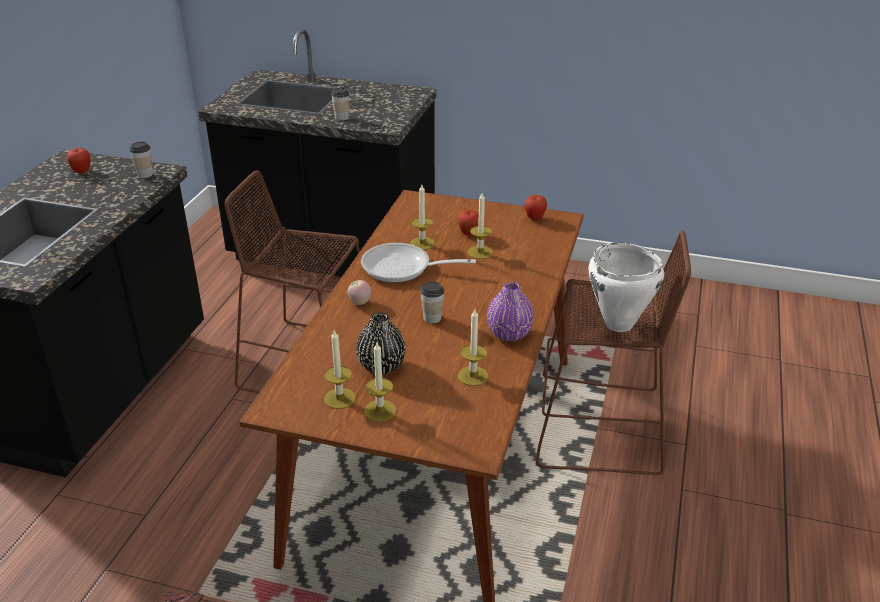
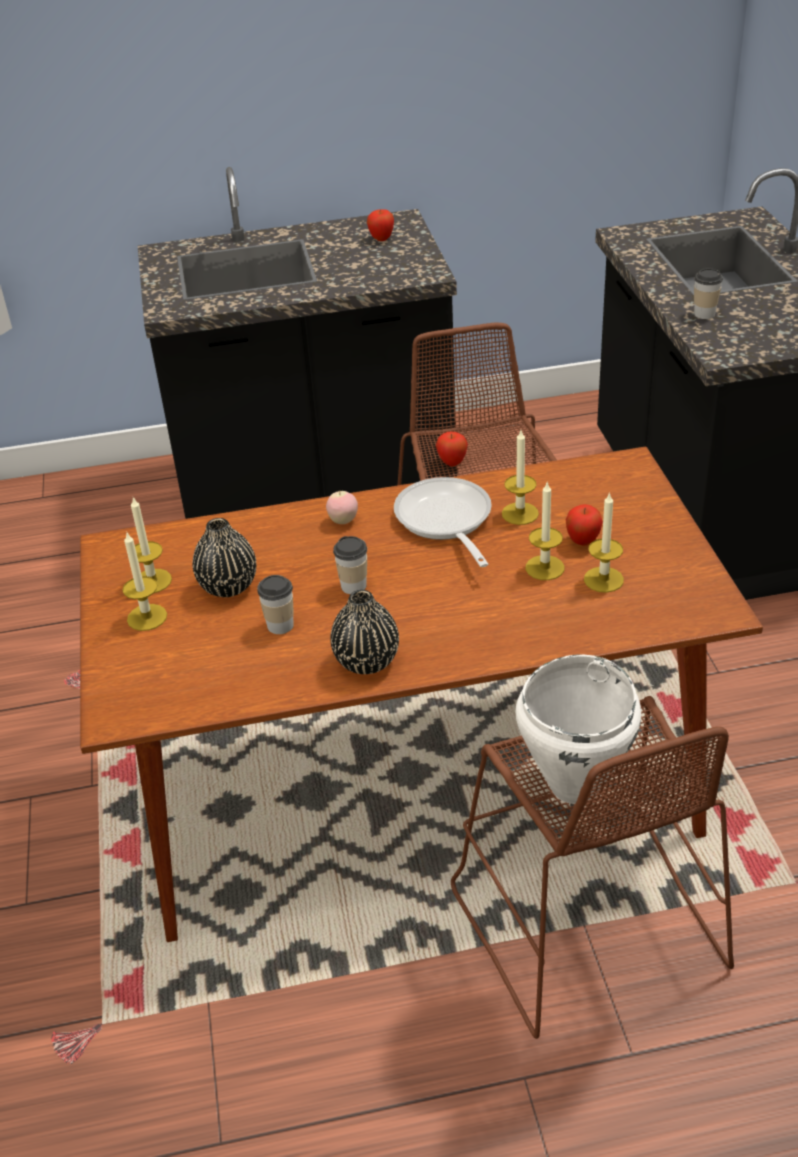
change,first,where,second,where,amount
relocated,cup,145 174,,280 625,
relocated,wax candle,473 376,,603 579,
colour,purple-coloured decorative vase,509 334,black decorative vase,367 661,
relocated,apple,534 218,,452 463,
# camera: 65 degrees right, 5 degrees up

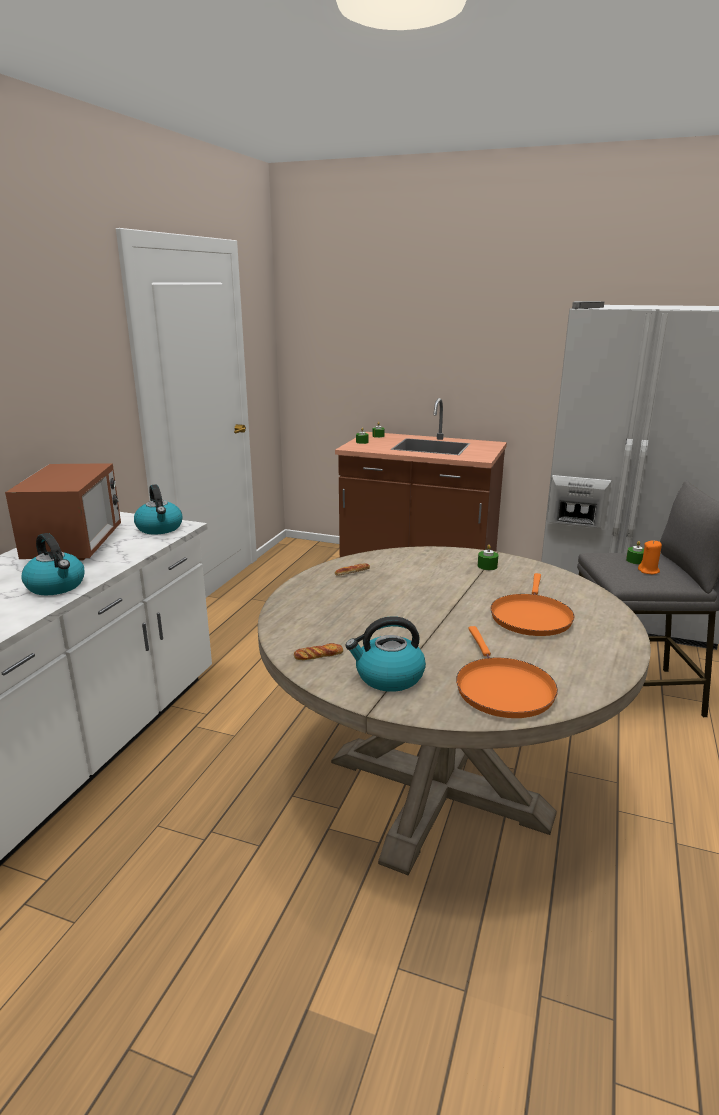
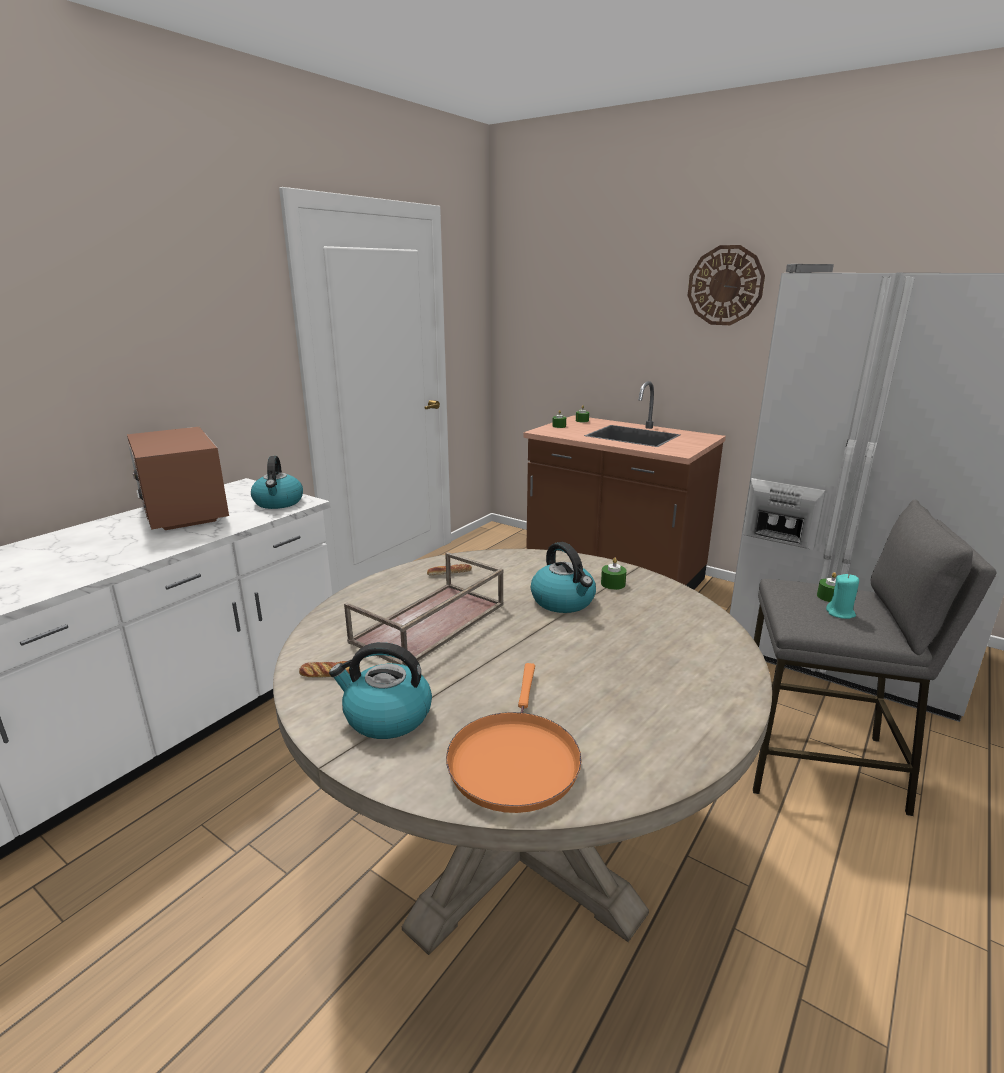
change,first,where,second,where,amount
spun,kitchen microwave,75 546,,184 513,135 degrees clockwise
relocated,kettle,56 586,,563 601,
missing,orangey pan,530 617,,,
colour,orangey wax candle,648 571,turquoise-coloured wax candle,840 613,
appeared,,,brownish tray,430 624,
appeared,,,wall clock,725 285,
# camera: 15 degrees right, 0 degrees up

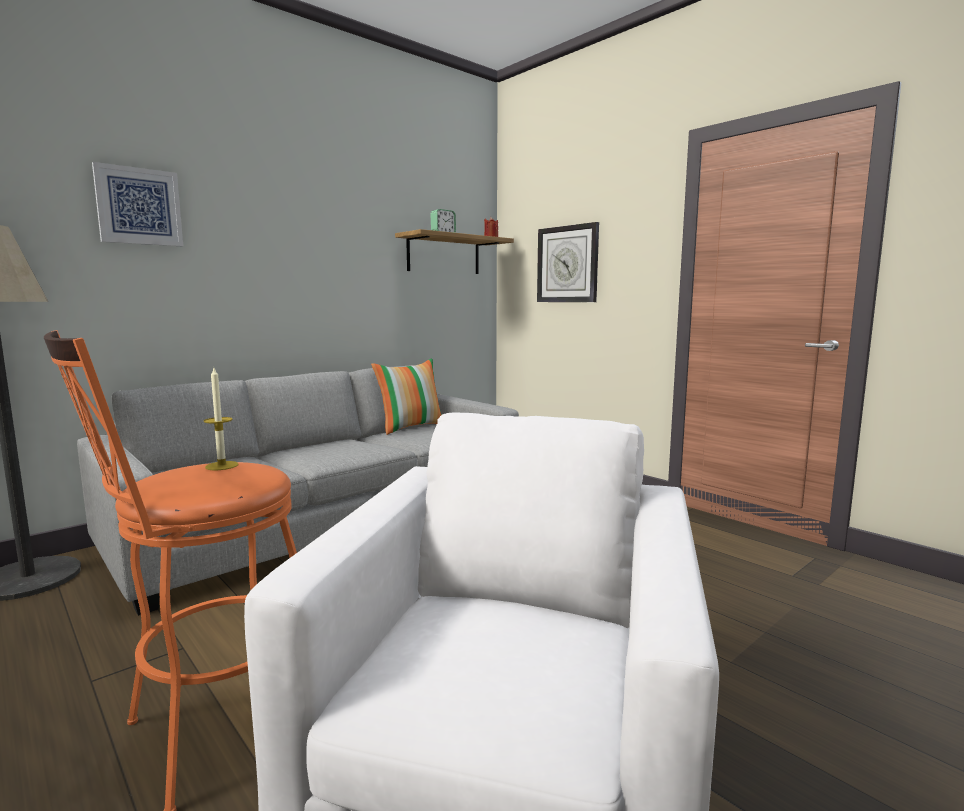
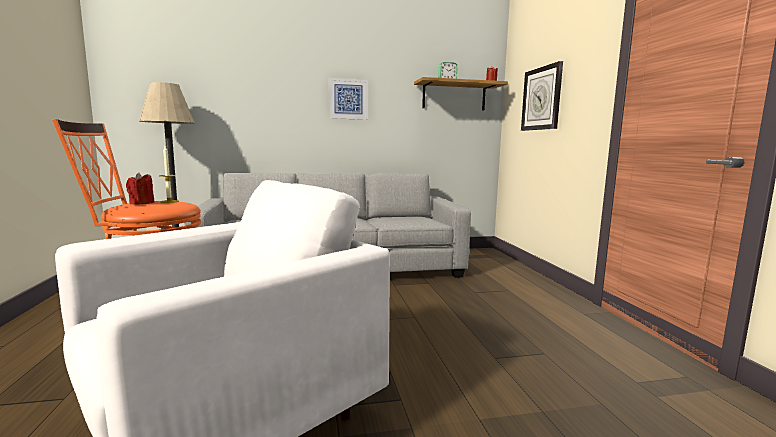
change,first,where,second,where,amount
relocated,wall picture,139 206,,348 99,
missing,cushion,411 427,,,
appeared,,,red wax candle,141 203,
# camera: 30 degrees right, 0 degrees up

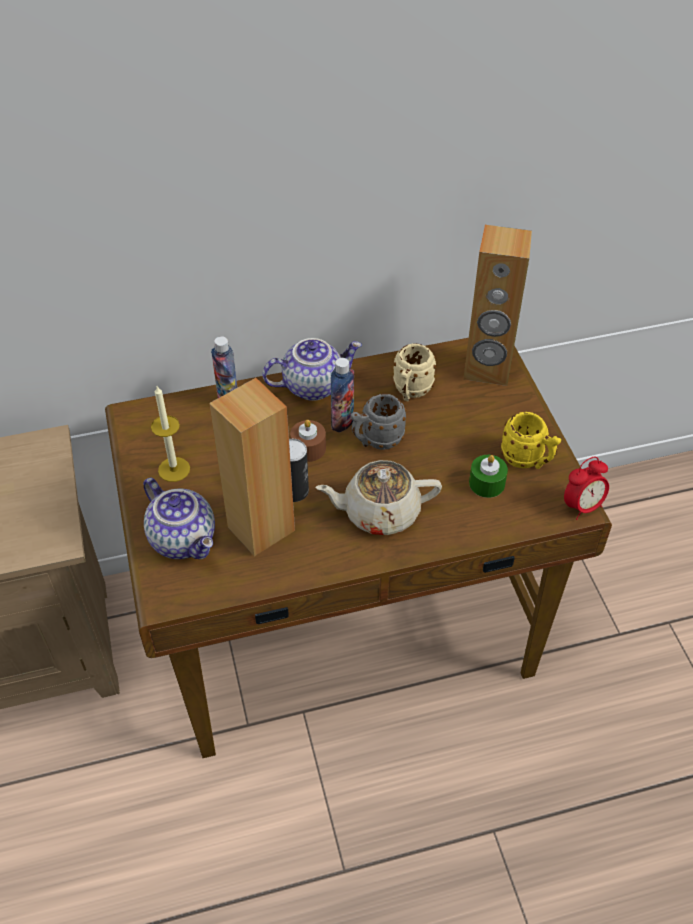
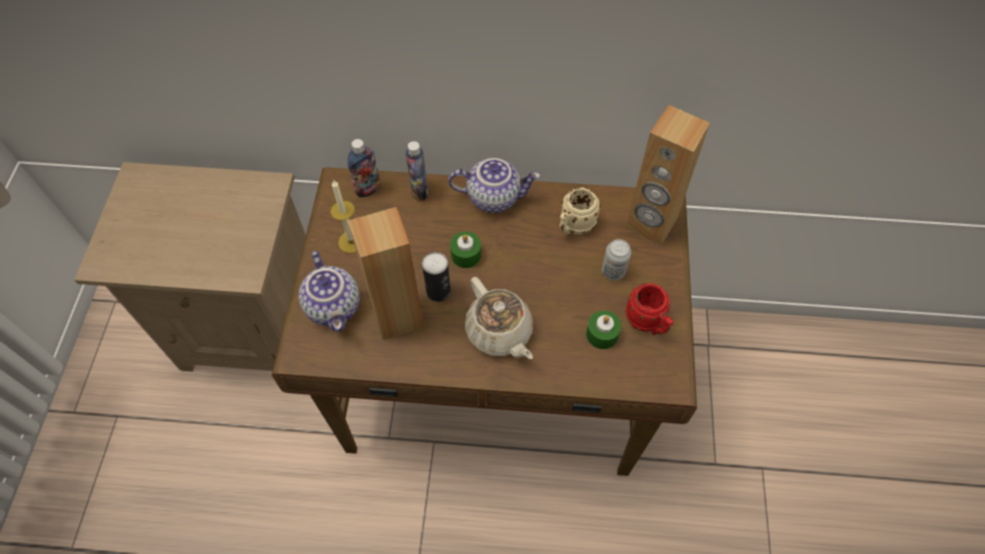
change,first,where,second,where,amount
colour,brownish wax candle,308 448,green-coloured wax candle,466 255,
spun,beige-coloured teapot,379 512,,500 332,135 degrees counterclockwise
relocated,bottle,342 421,,368 189,
missing,grey coffee mug,376 440,,,
colour,yellow-coloured coffee mug,527 460,red coffee mug,647 323,
missing,bedside clock,582 506,,,
appeared,,,can,613 271,
# camera: 20 degrees right, 10 degrees up

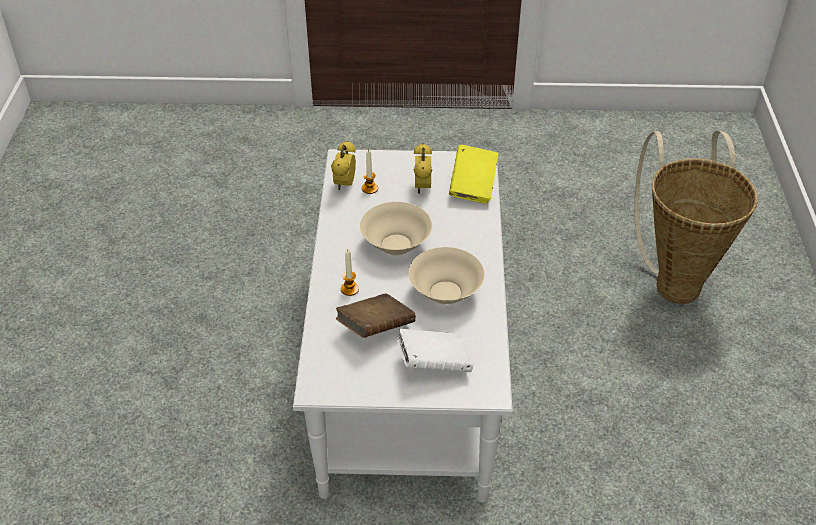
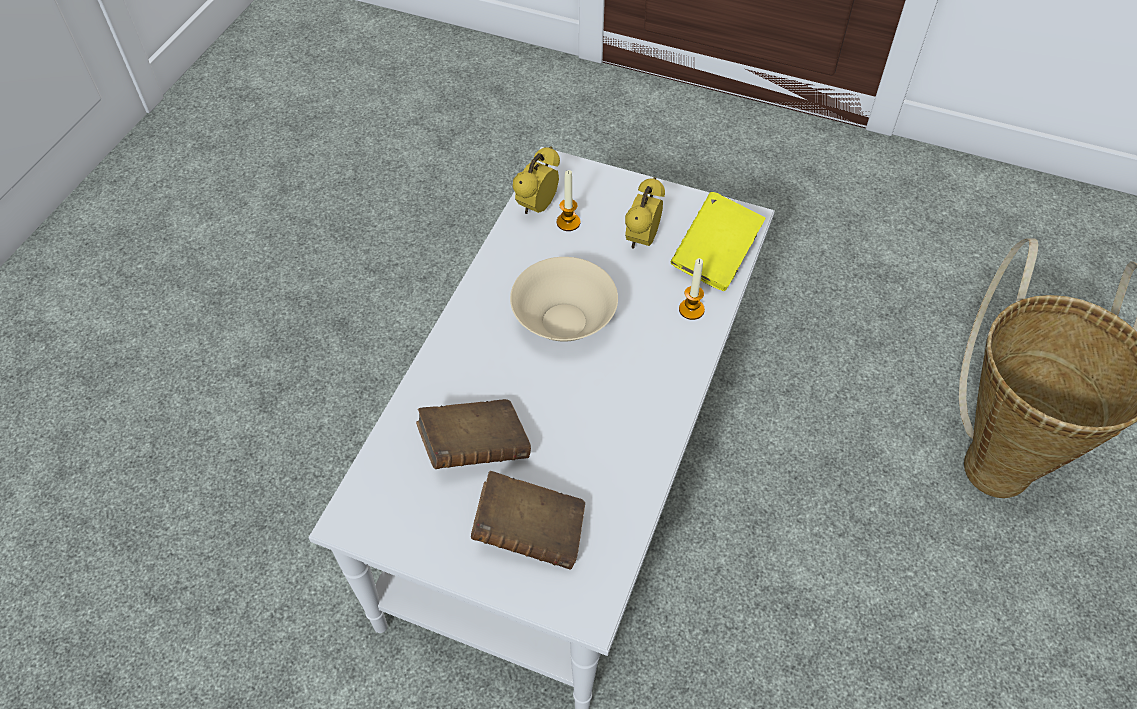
change,first,where,second,where,amount
relocated,wax candle,349 289,,691 309,
colour,white book,434 363,brownish book,530 533,
missing,beige-coloured deep dish,446 292,,,
# camera: 20 degrees right, 10 degrees up

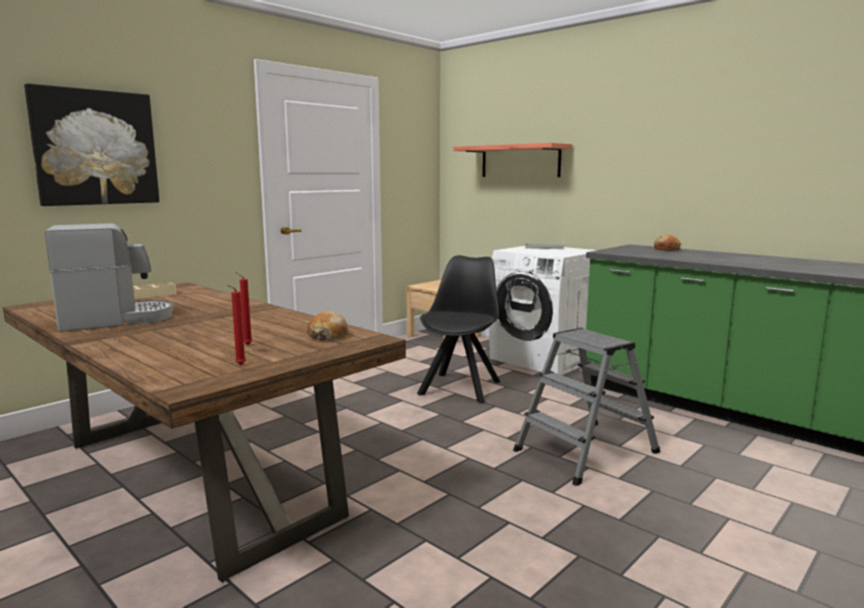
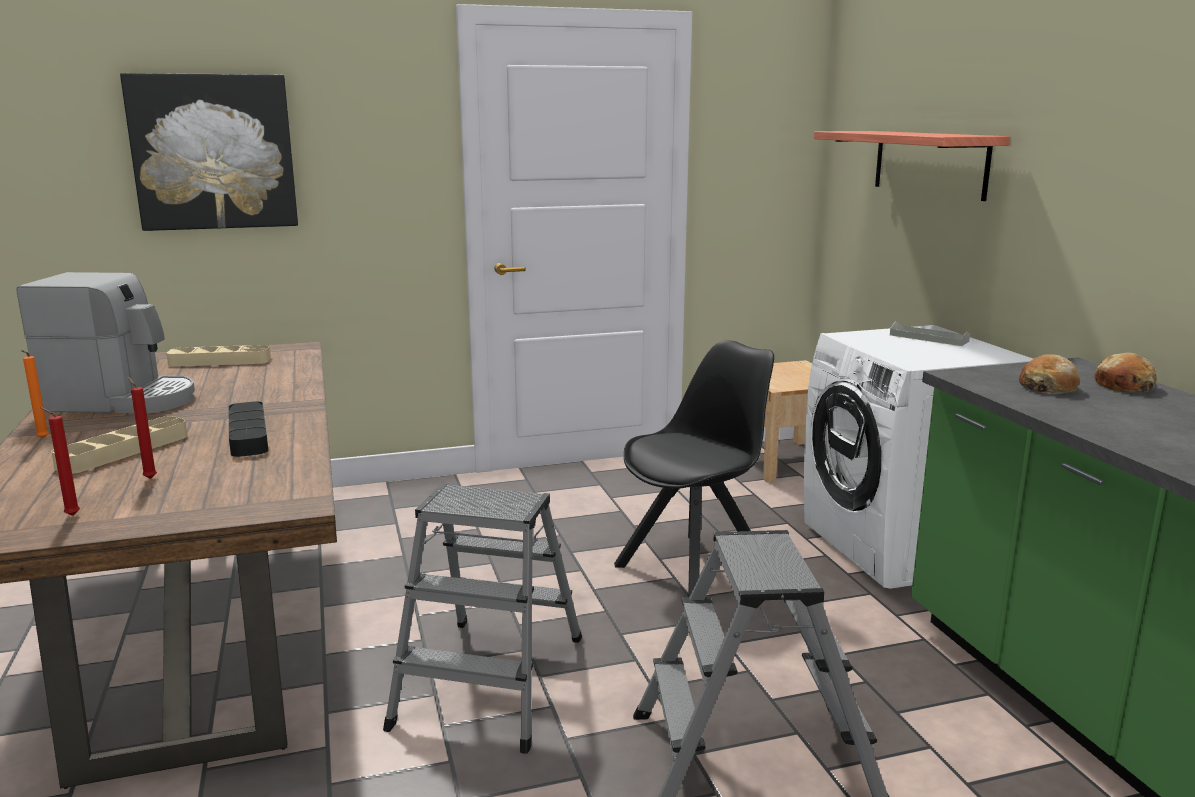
change,first,where,second,where,amount
relocated,bread,328 335,,1048 387,
appeared,,,orangey wax candle,42 439,
appeared,,,beige-coloured tray,124 451,
appeared,,,black tray,248 435,
appeared,,,grey step ladder,491 679,
# camera: 30 degrees right, 5 degrees up

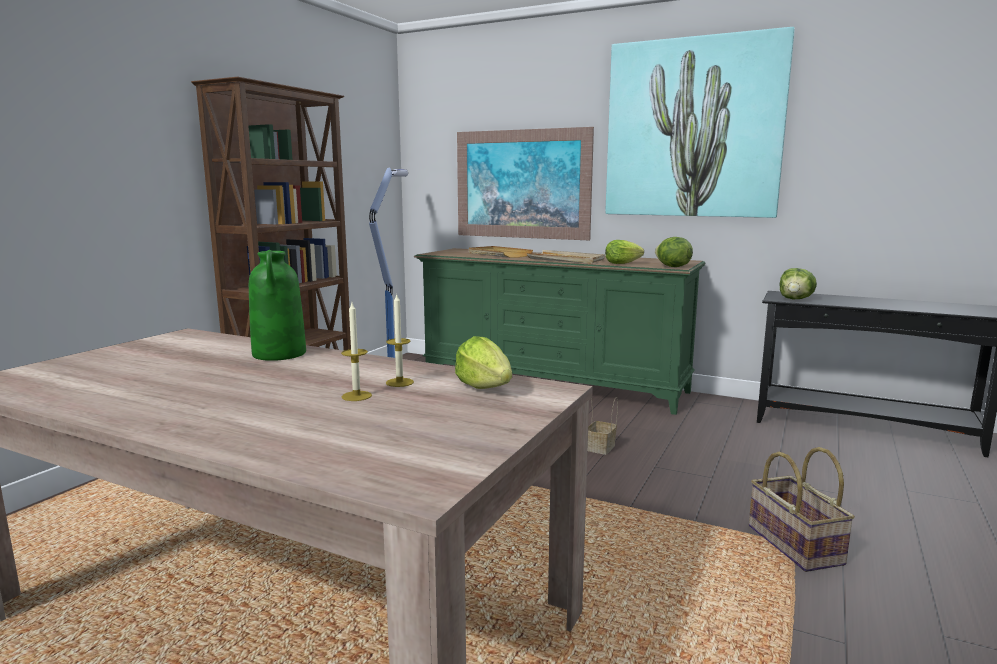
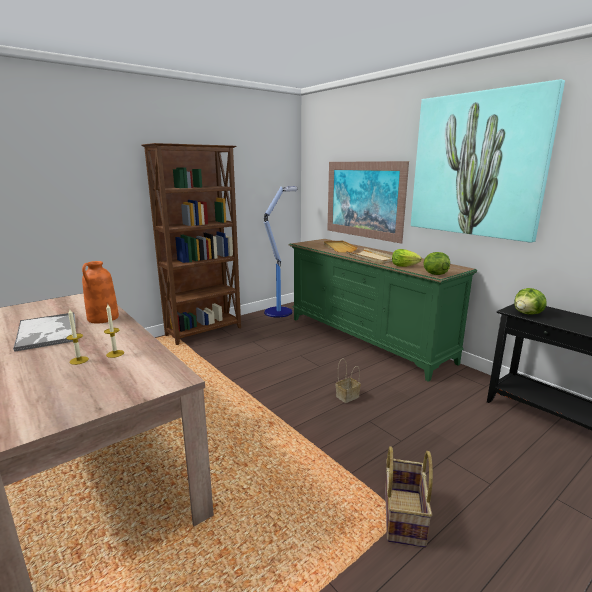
change,first,where,second,where,amount
colour,green-coloured decorative vase,280 354,orangey decorative vase,103 318,
missing,lettuce head,484 387,,,
appeared,,,tray,47 332,
# camera: 25 degrees right, 5 degrees up

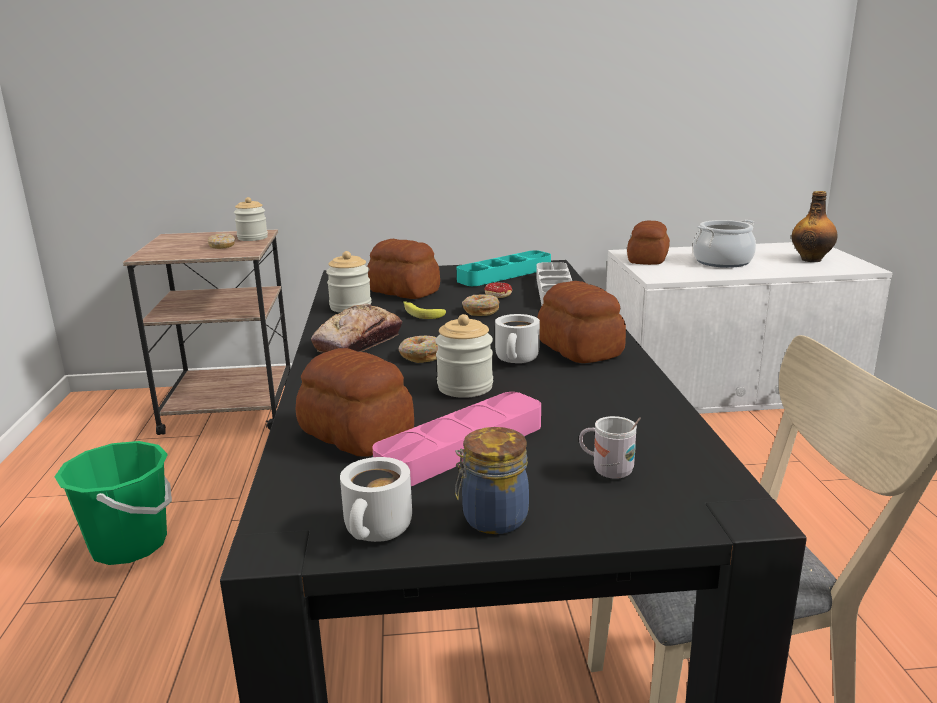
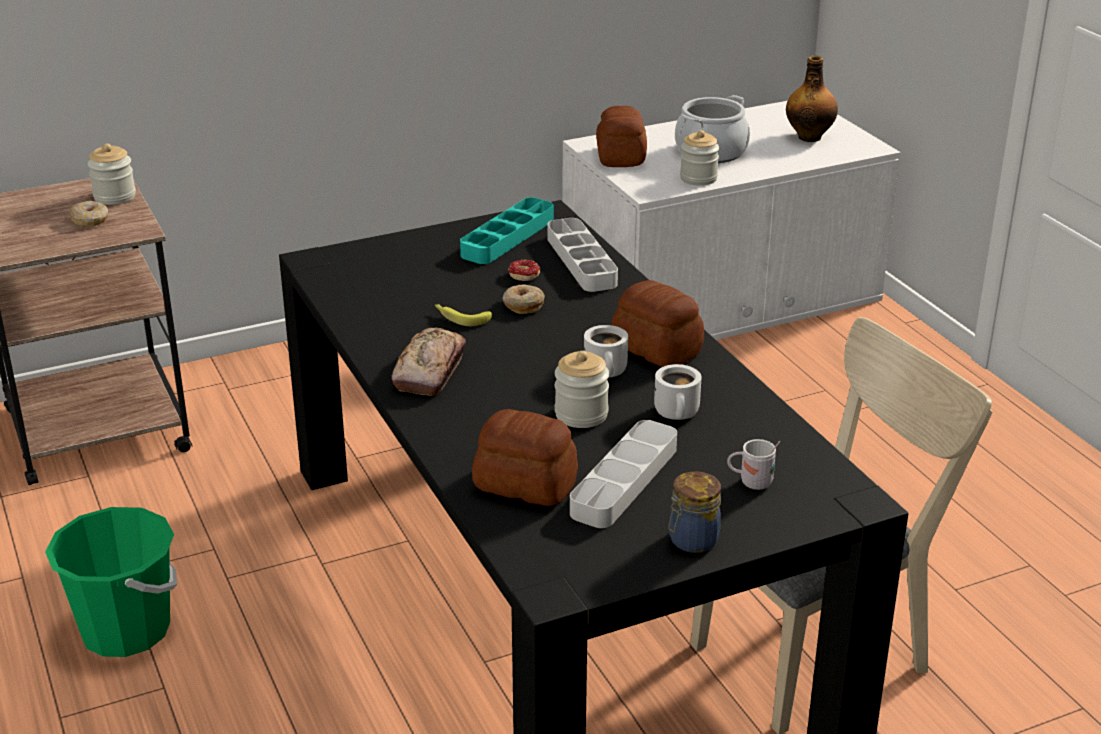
change,first,where,second,where,amount
relocated,storage jar,350 307,,698 178,
relocated,white coffee mug,379 532,,679 413,
missing,bread,404 291,,,
colour,pinkish tray,462 447,grey tray,624 481,
missing,donut,420 356,,,
# camera: 20 degrees left, 10 degrees up

